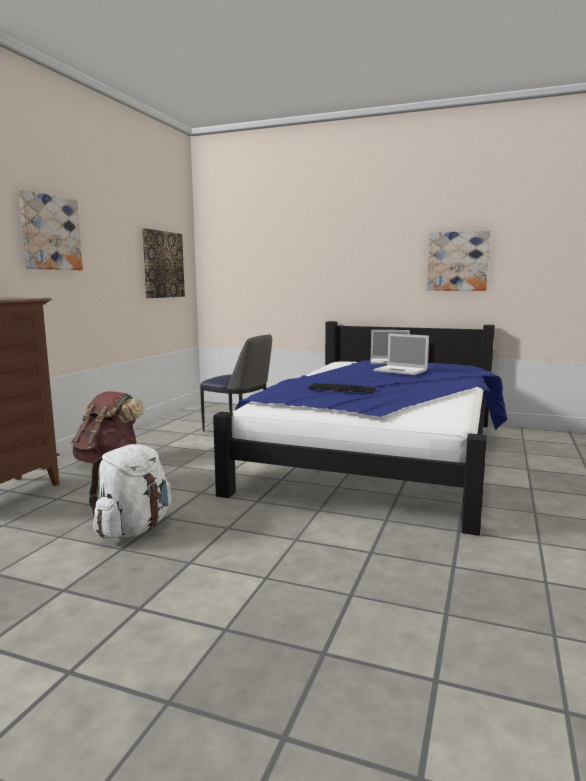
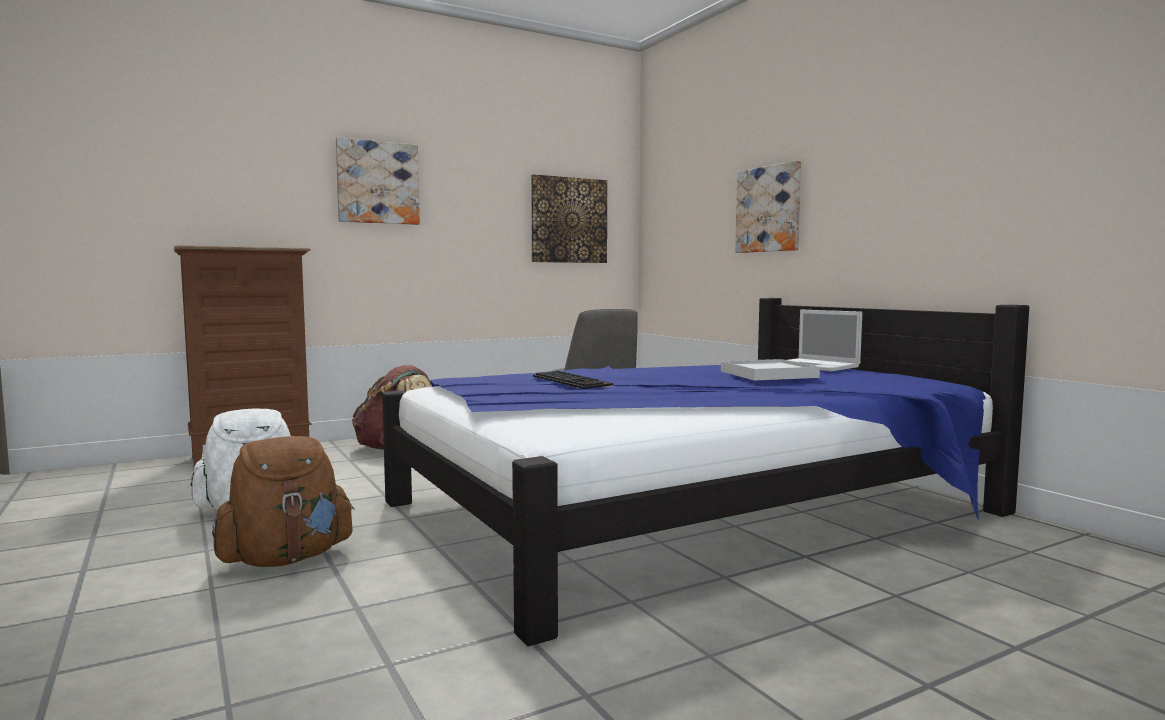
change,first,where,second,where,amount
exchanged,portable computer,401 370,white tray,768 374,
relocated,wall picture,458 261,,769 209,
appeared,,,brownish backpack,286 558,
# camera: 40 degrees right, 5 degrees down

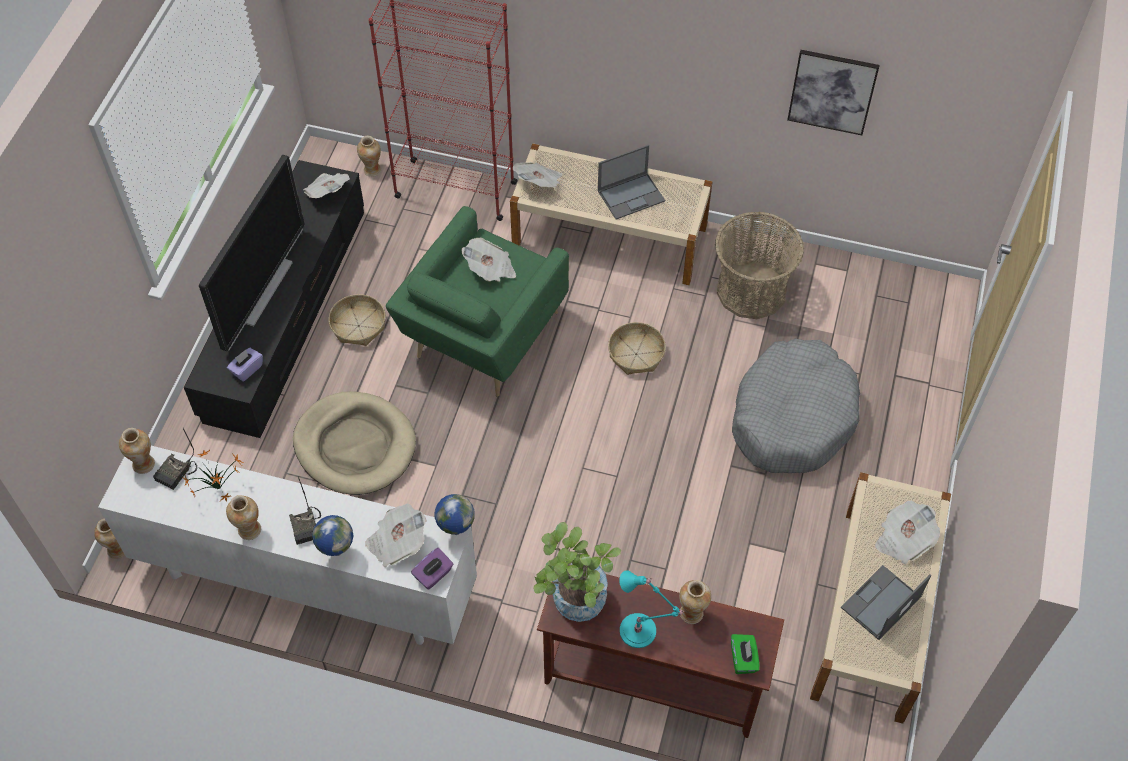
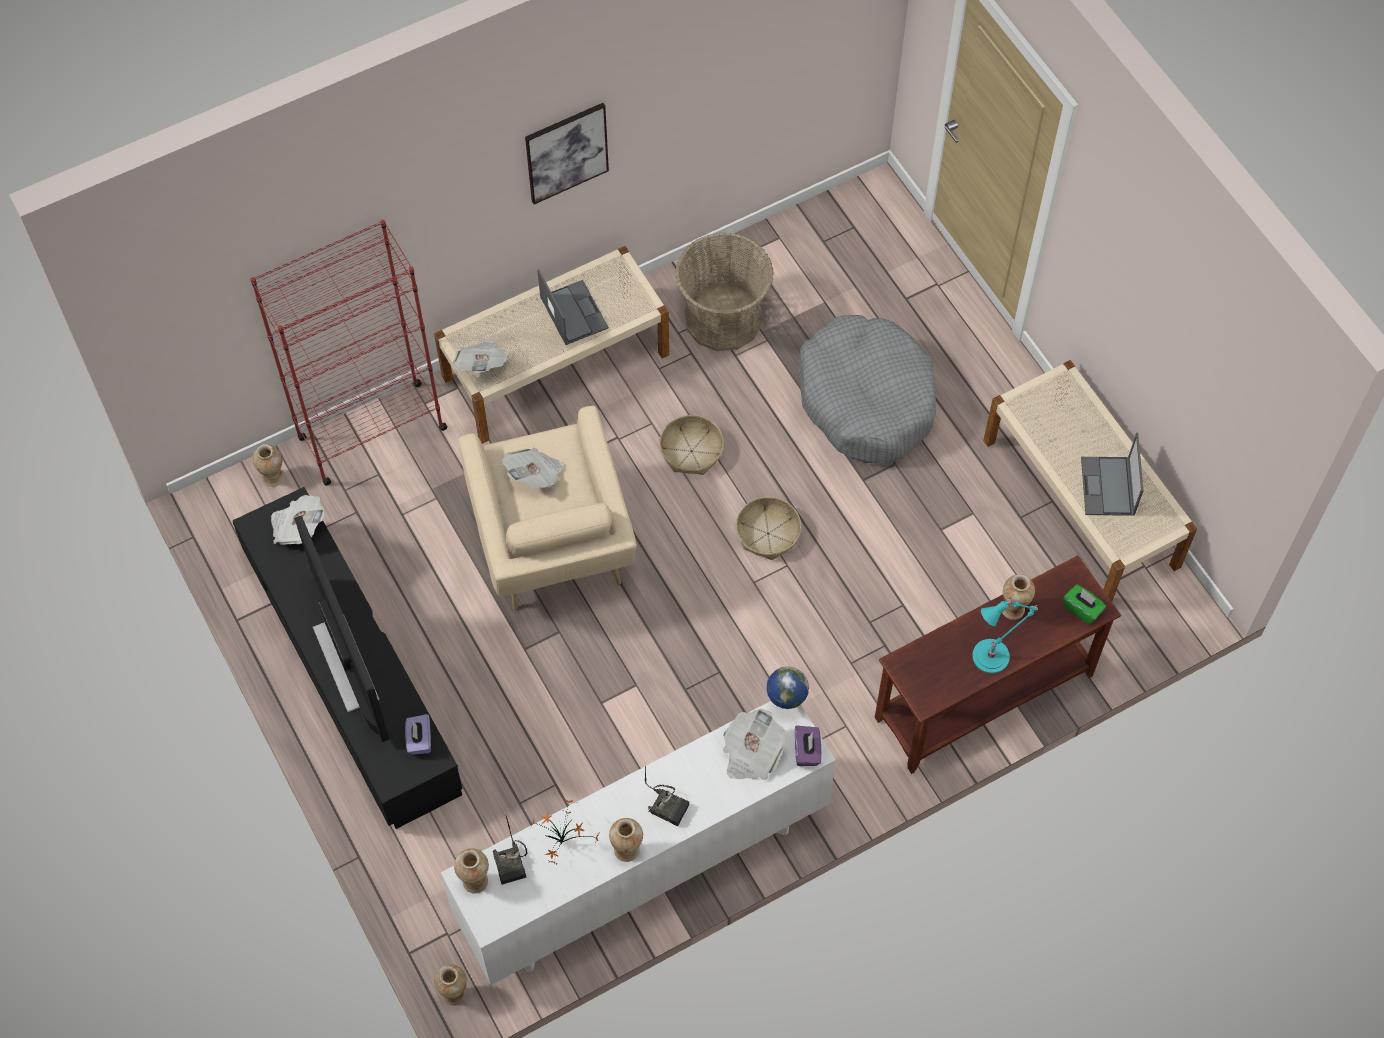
change,first,where,second,where,amount
missing,beige-coloured dog bed,355 446,,,
missing,globe,337 552,,,
relocated,household basket,358 326,,767 533,
colour,green-coloured lounge chair,483 339,beige-coloured lounge chair,552 546,
missing,plant in a pot,574 604,,,
spun,portable computer,631 195,,573 312,45 degrees counterclockwise
relocated,wall picture,832 91,,566 152,
missing,newspaper,903 539,,,
# camera: 45 degrees left, 5 degrees up

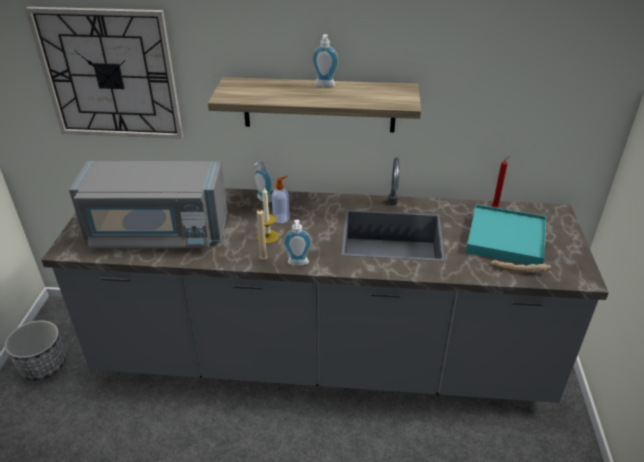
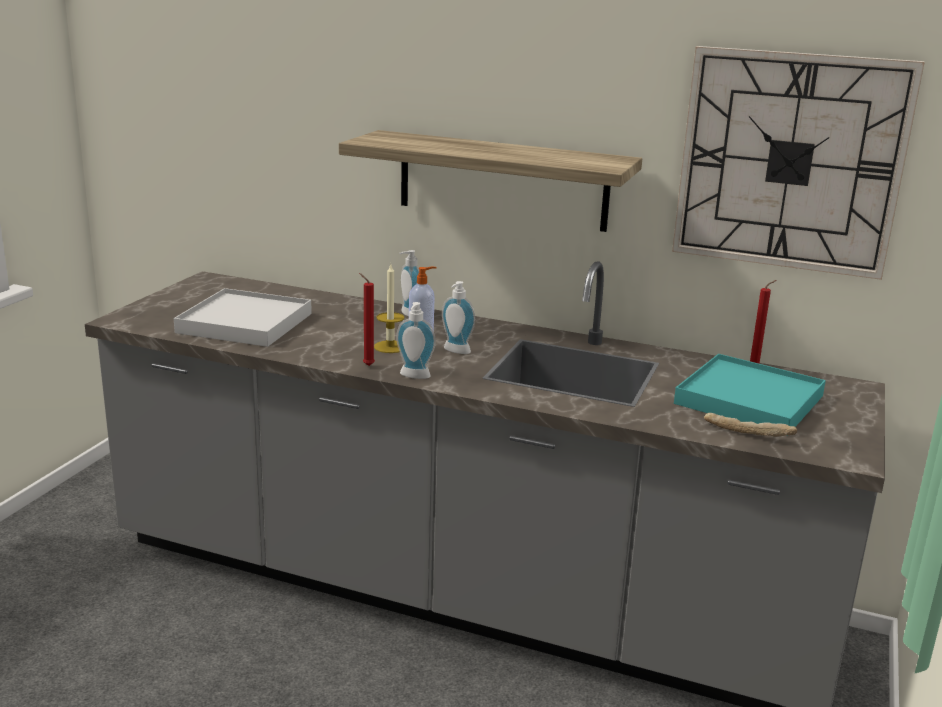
change,first,where,second,where,amount
missing,flower pot,43 366,,,
relocated,wall clock,110 75,,789 162,
exchanged,grey kitchen microwave,158 233,white tray,245 323,
colour,beige-coloured wax candle,262 259,red wax candle,367 365,
relocated,soap bottle,324 85,,455 351,
# camera: 15 degrees right, 15 degrees down

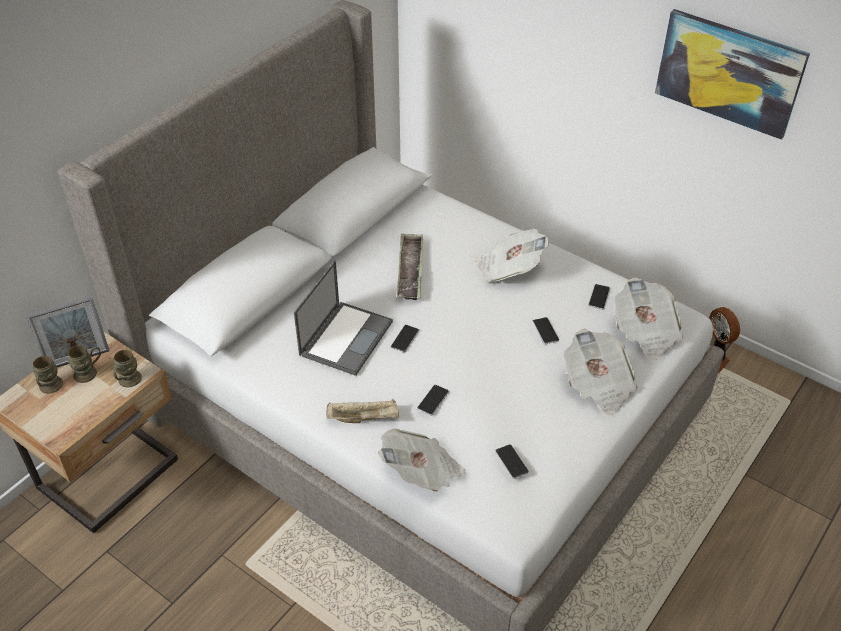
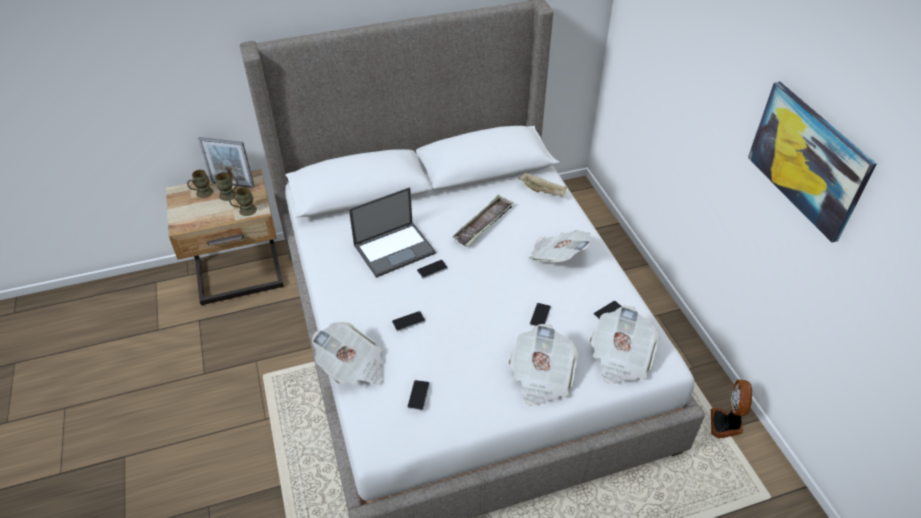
change,first,where,second,where,amount
relocated,beige-coloured tray,364 418,,543 191,
# camera: 35 degrees right, 0 degrees up

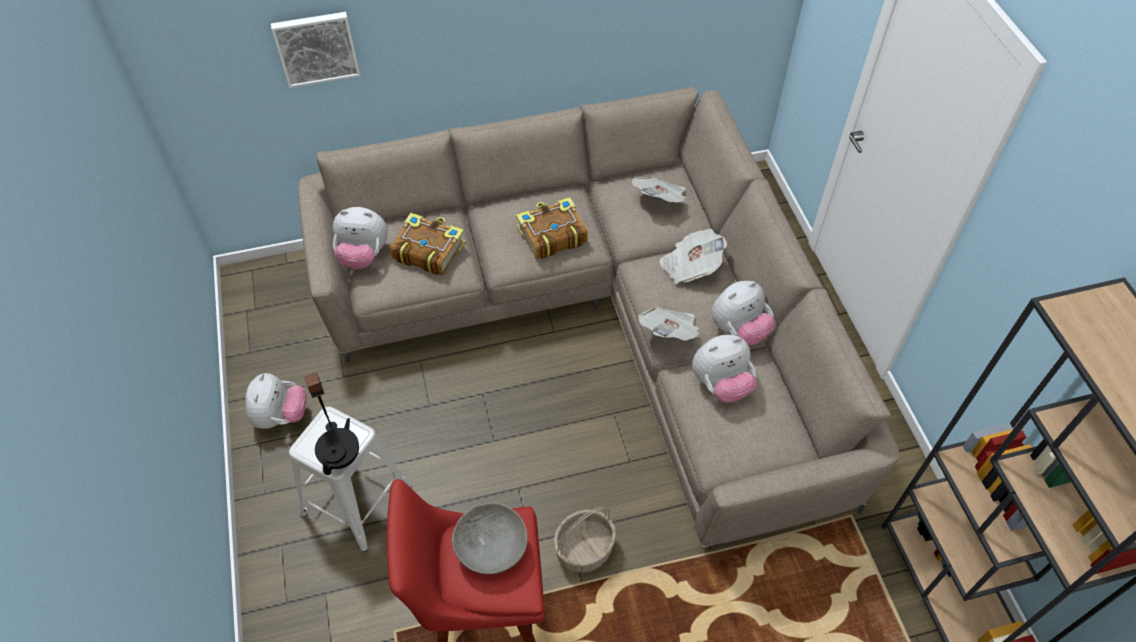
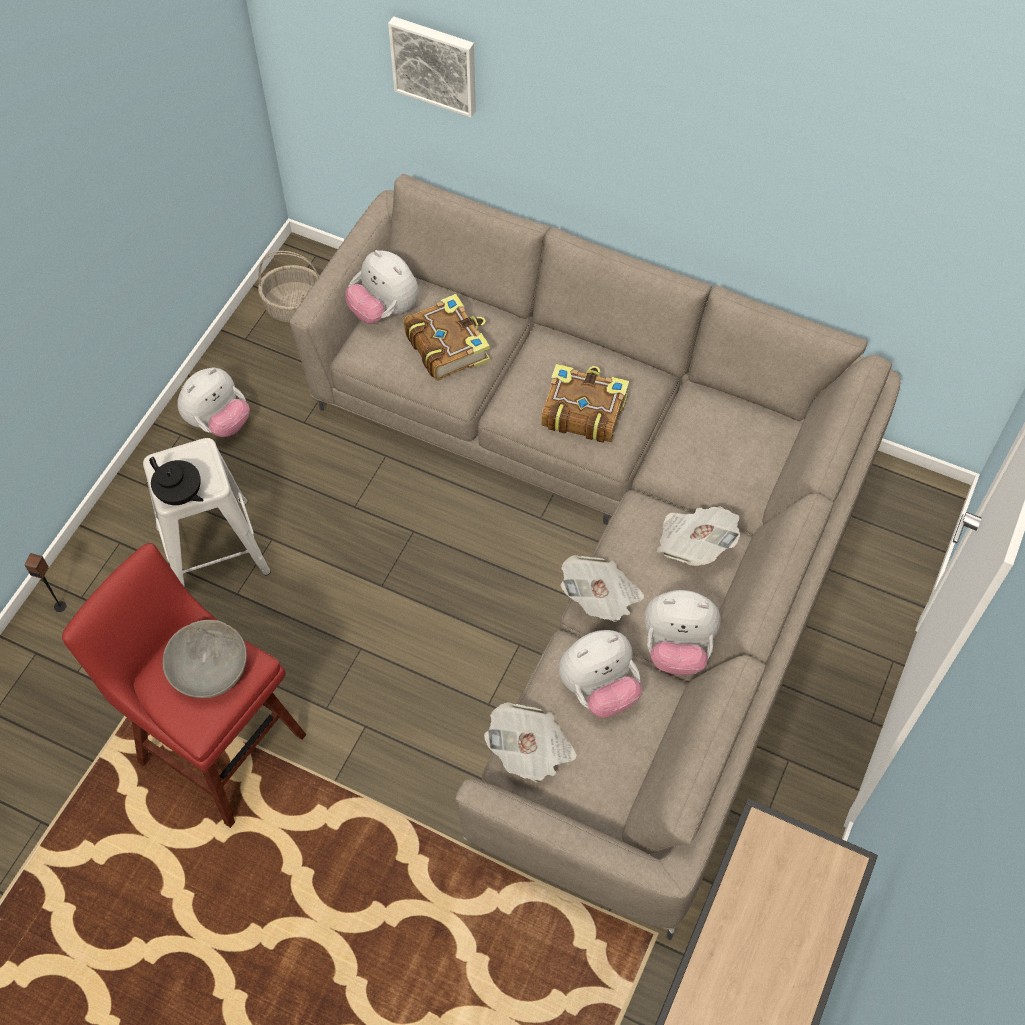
change,first,where,second,where,amount
relocated,audio speaker,331 426,,60 606,
spun,black teapot,341 457,,180 495,75 degrees clockwise
relocated,household basket,584 548,,295 306,
relocated,newspaper,660 199,,531 751,
spun,soft toy,721 384,,599 688,45 degrees counterclockwise
# camera: 40 degrees right, 5 degrees up

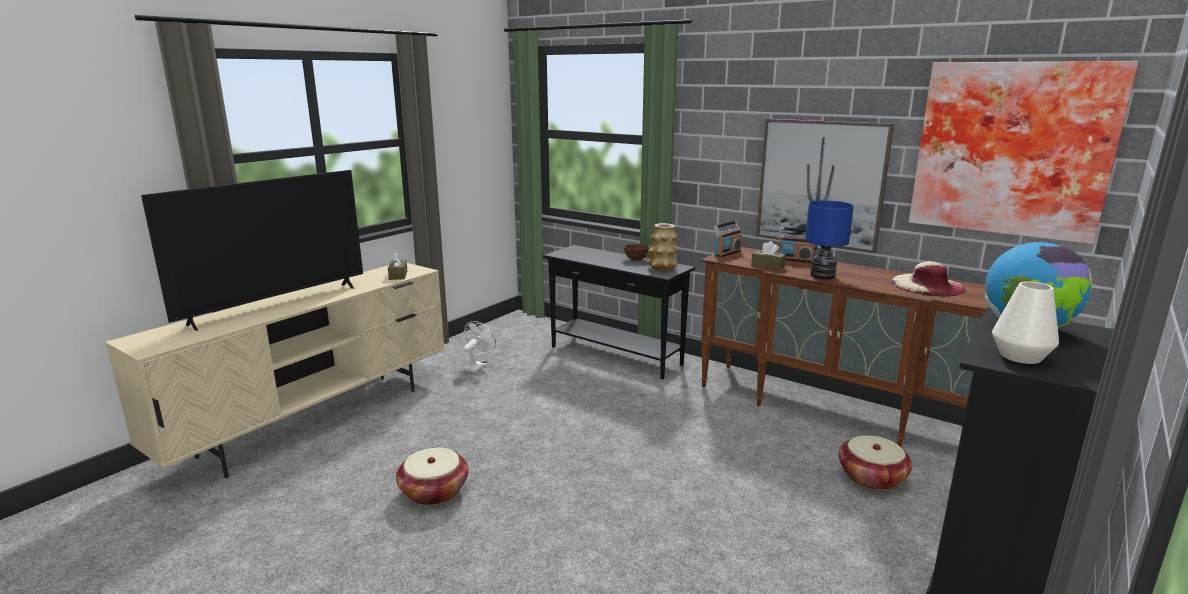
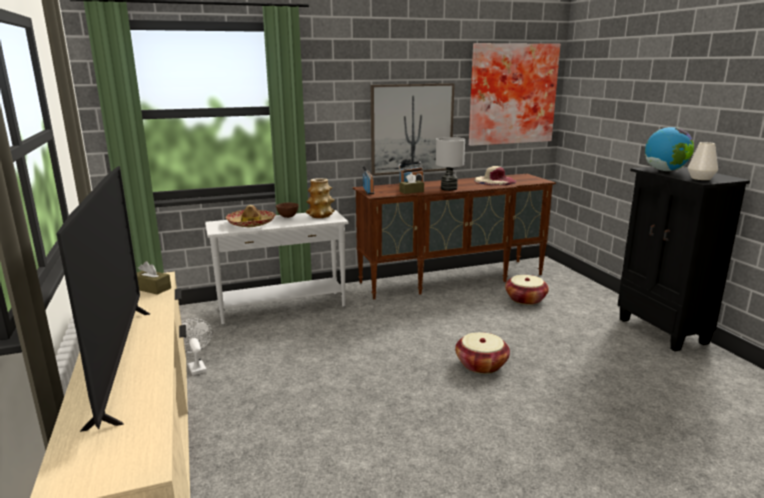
change,first,where,second,where,amount
relocated,household basket,434 491,,481 364,
colour,black hall table,617 356,white hall table,283 307,
colour,blue-coloured lamp for a table,822 276,grey lamp for a table,448 189,
appeared,,,wearable hat,251 223,
# camera: 55 degrees left, 0 degrees up

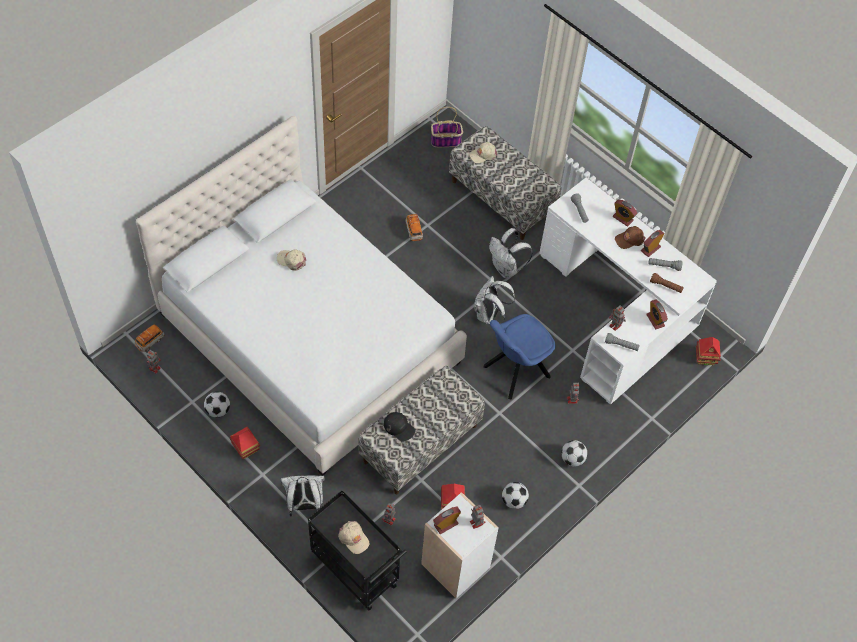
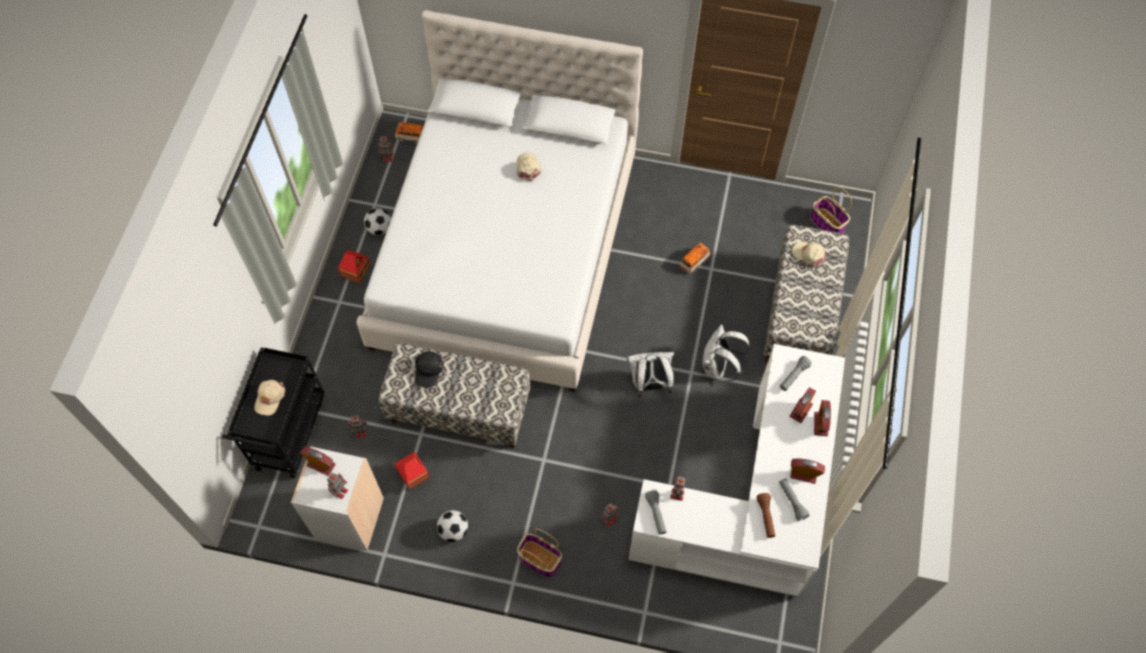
change,first,where,second,where,amount
missing,white backpack,305 505,,,
missing,blue-coloured plain chair,515 371,,,
exchanged,ball for football,572 459,household basket,539 559,
missing,brownish baseball cap,629 239,,,
relocated,bedside clock,655 320,,801 410,
missing,toy house,705 358,,,
# camera: 60 degrees right, 5 degrees up

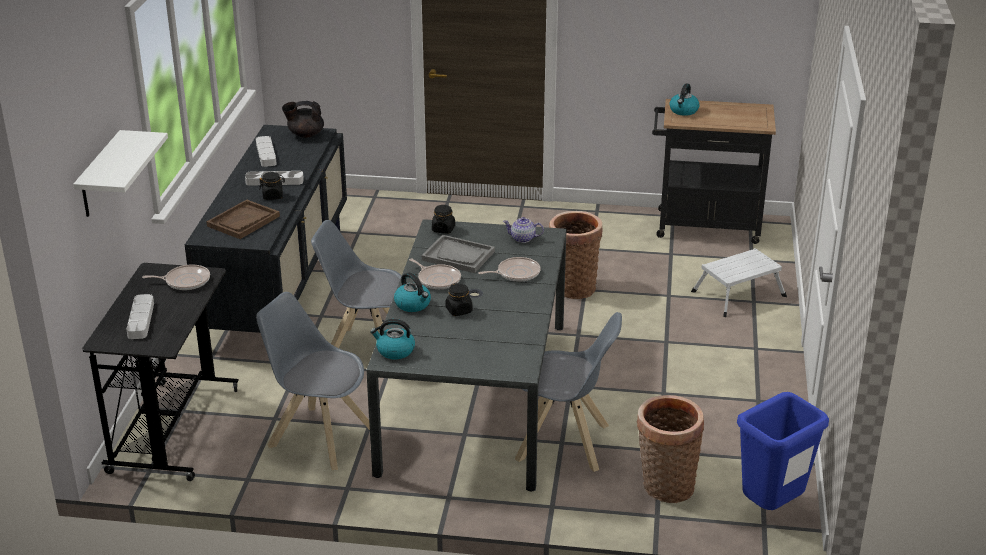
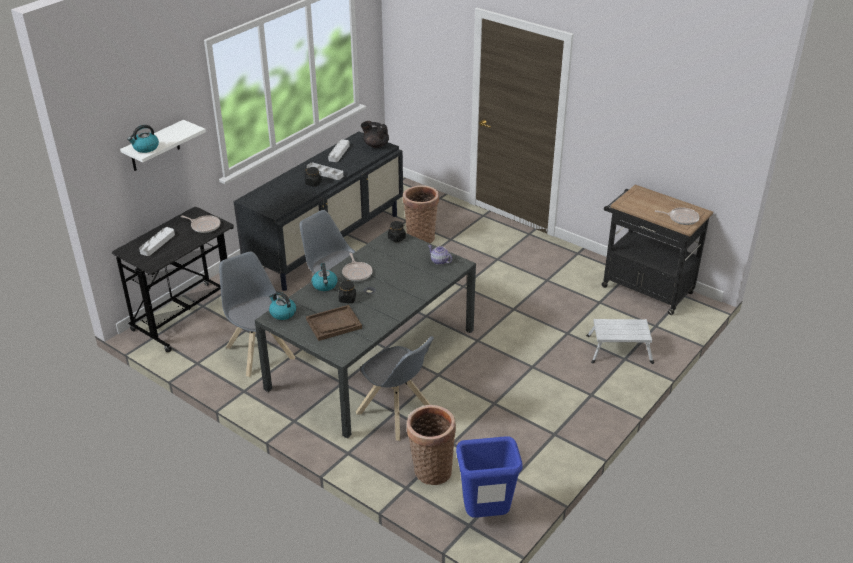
change,first,where,second,where,amount
relocated,brownish tray,243 221,,333 324,
missing,grey tray,458 256,,,
relocated,pan,516 273,,681 218,
relocated,household basket,573 287,,421 236,
relocated,kettle,683 111,,145 148,
# camera: 30 degrees right, 5 degrees up

